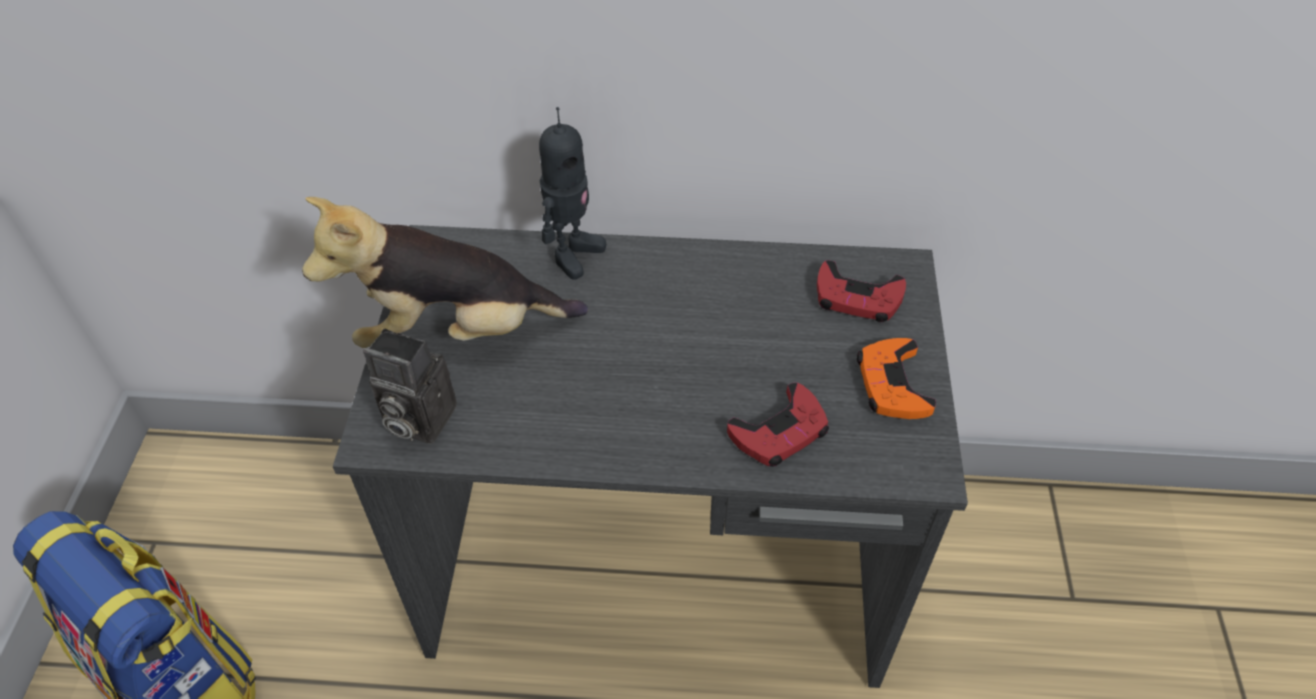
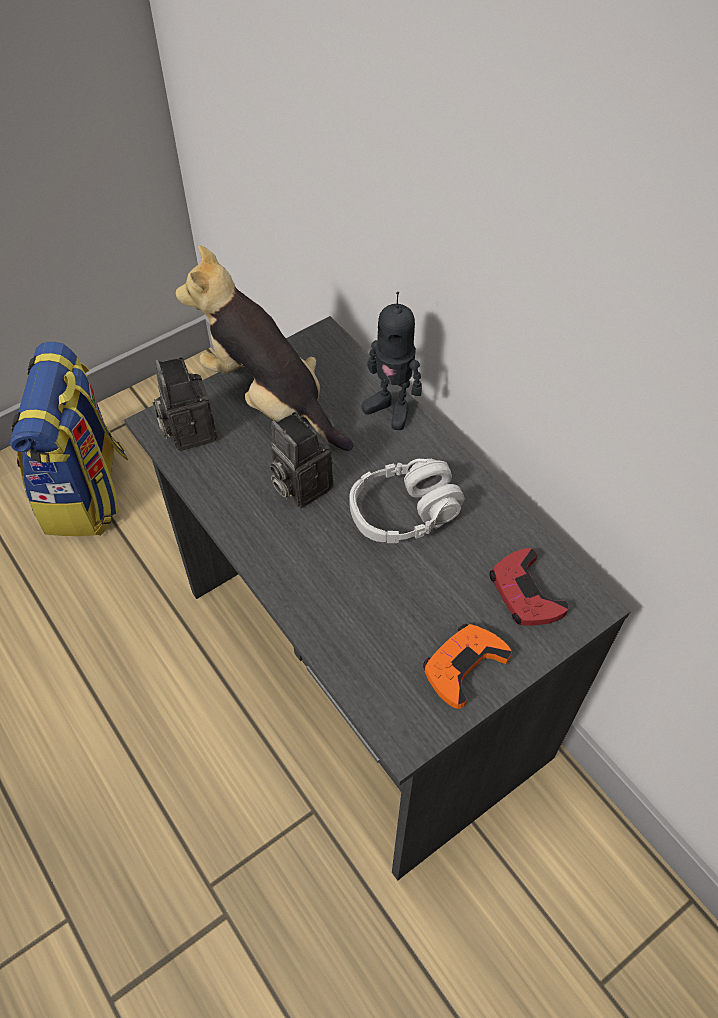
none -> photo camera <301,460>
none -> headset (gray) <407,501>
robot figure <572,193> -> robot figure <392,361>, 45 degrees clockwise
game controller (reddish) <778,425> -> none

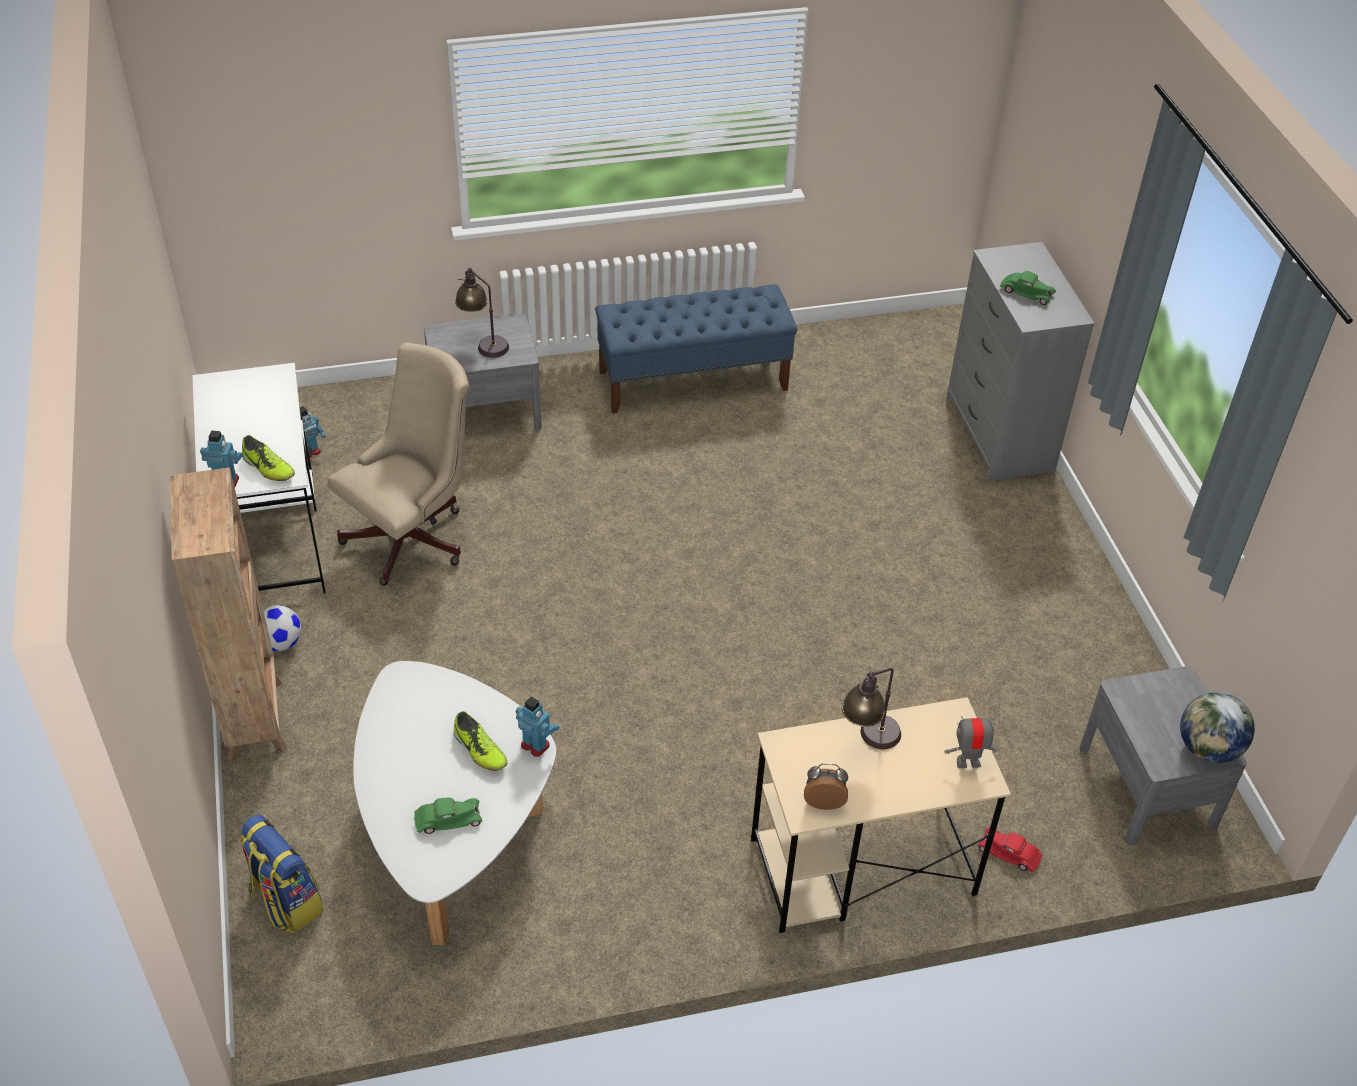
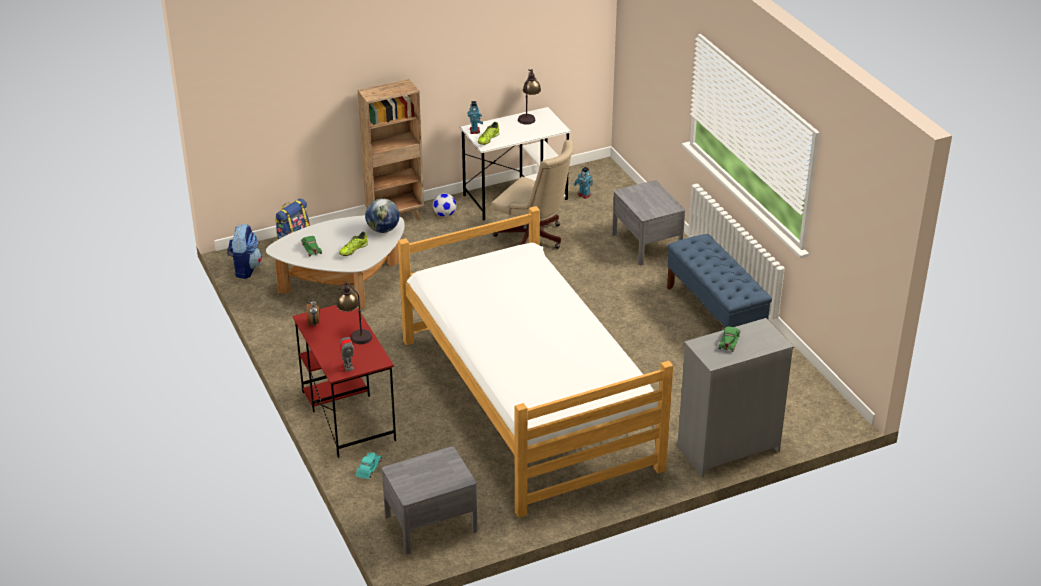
none -> rucksack <244,251>
desk (sand-coloured) <881,815> -> desk (reddish) <344,381>
miniature car (reddish) <1010,849> -> miniature car (blue-green) <369,466>
desk globe <1217,727> -> desk globe <382,215>, moved
none -> bed <535,362>
lamp for a table <482,313> -> lamp for a table <529,97>, moved
robot figure <537,726> -> none

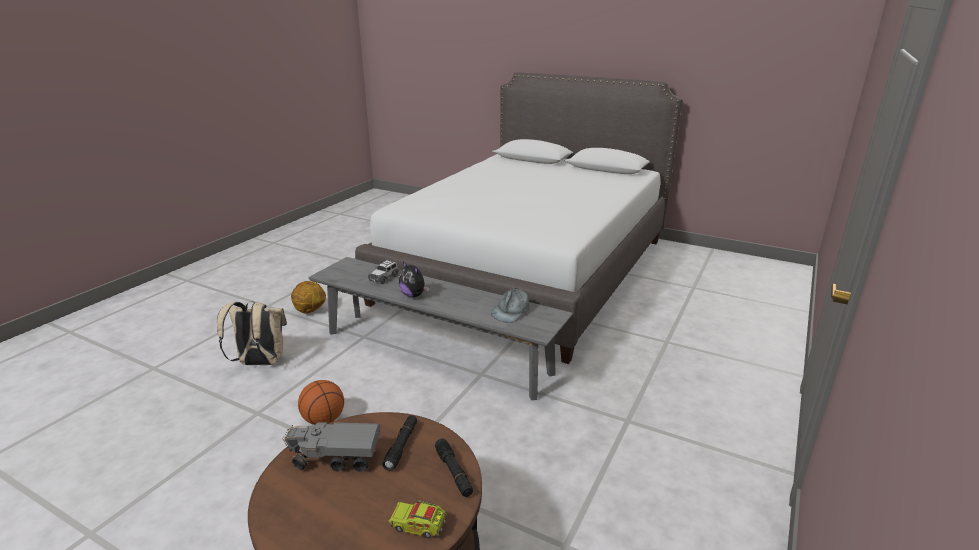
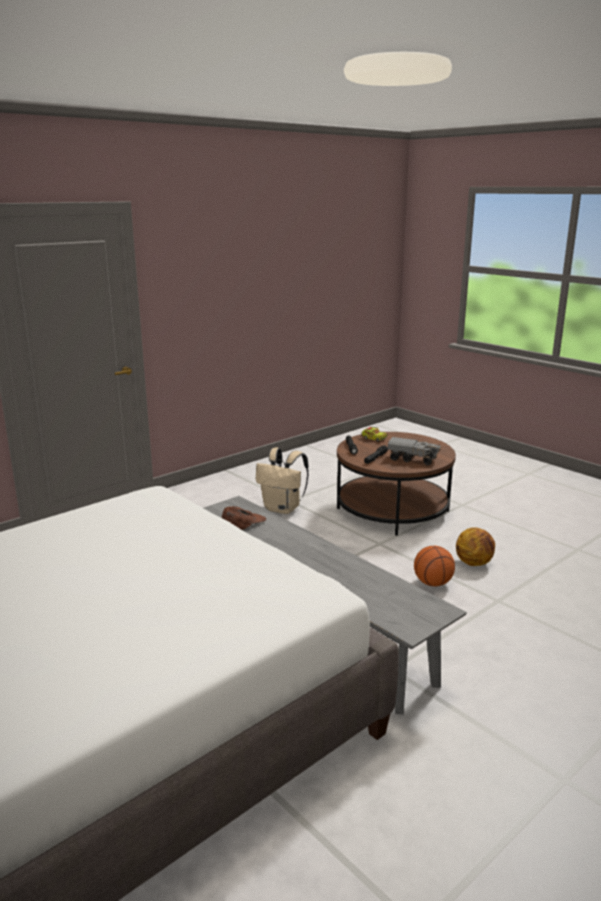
peaked cap (gray) <510,305> -> peaked cap (brownish) <244,518>
rucksack (sand-coloured) <252,333> -> rucksack (sand-coloured) <282,480>, moved
ball for basketball <308,297> -> ball for basketball <475,547>, moved
miniature car <383,271> -> none
soft toy <414,279> -> none

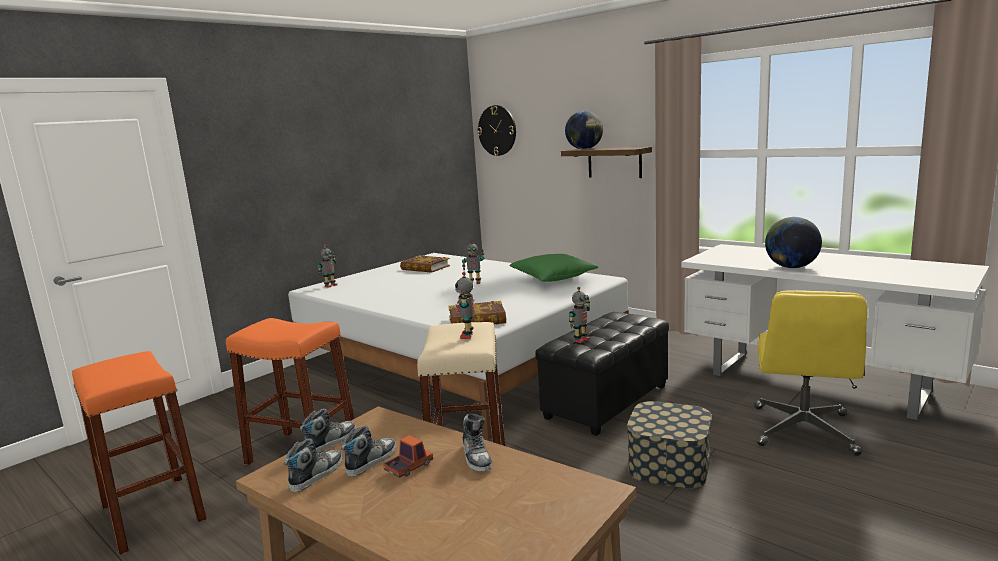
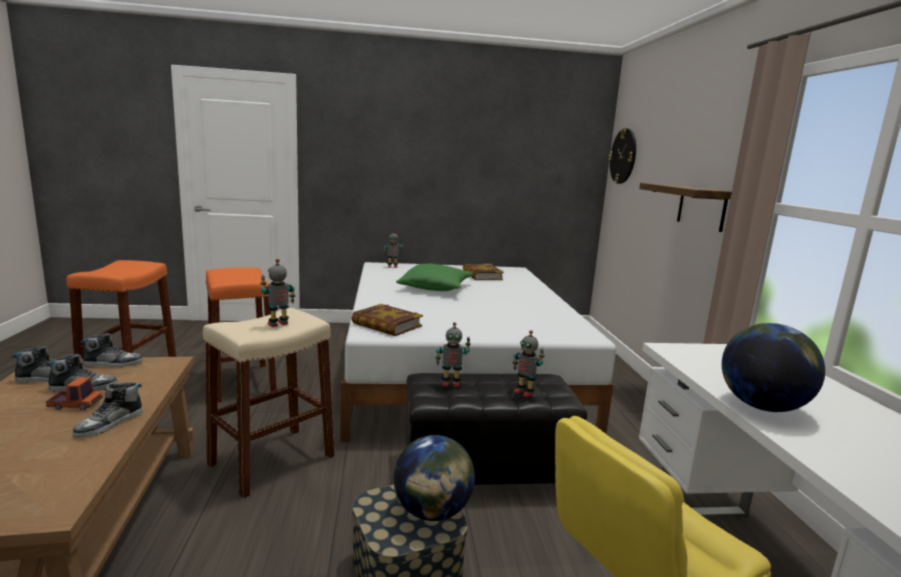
desk globe <584,130> -> desk globe <434,478>, moved
pillow (green) <553,268> -> pillow (green) <434,277>, moved
robot figure <473,262> -> robot figure <529,364>, moved

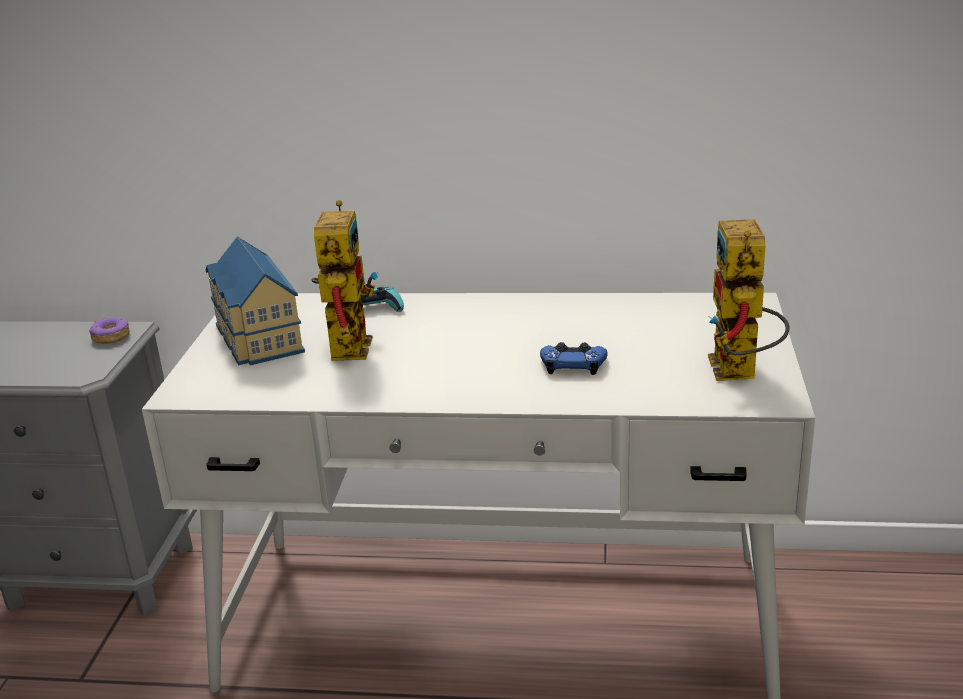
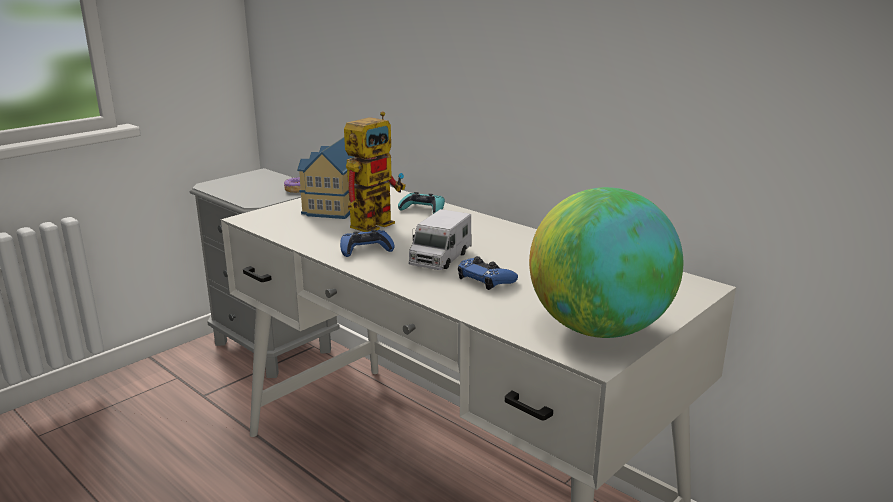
none -> game controller (bluish) <367,243>
none -> model truck <440,239>
robot figure <748,300> -> desk globe <606,262>

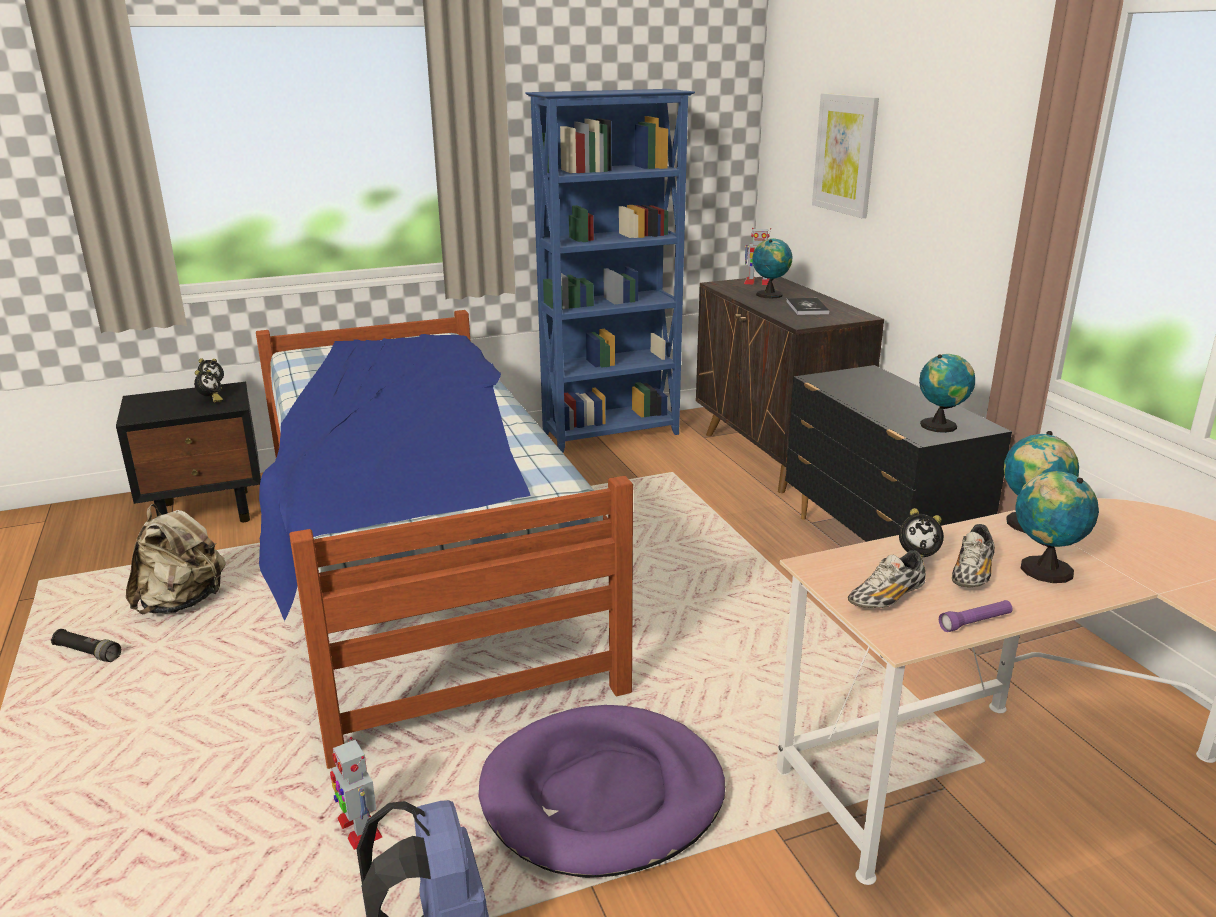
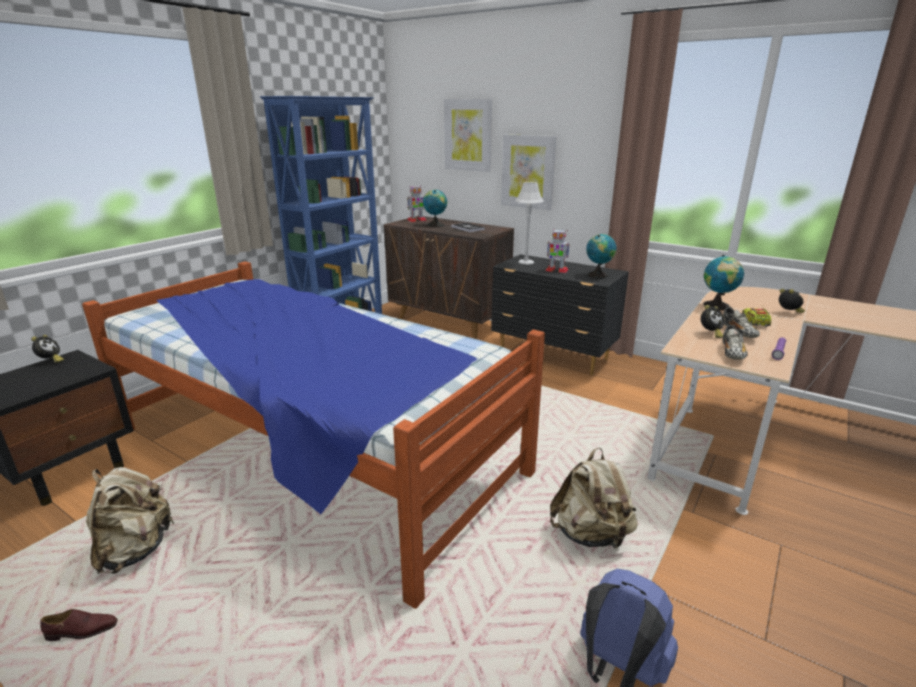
flashlight (blackish) <86,645> -> item of footwear (brownish) <78,625>
none -> picture <529,172>
none -> lamp for a table (gray) <529,223>
robot figure <356,793> -> robot figure <557,251>, moved
pet bed (purple) <602,791> -> rucksack (sand-coloured) <594,499>
desk globe <1057,527> -> model truck <756,317>
table clock <208,386> -> table clock <792,301>, moved

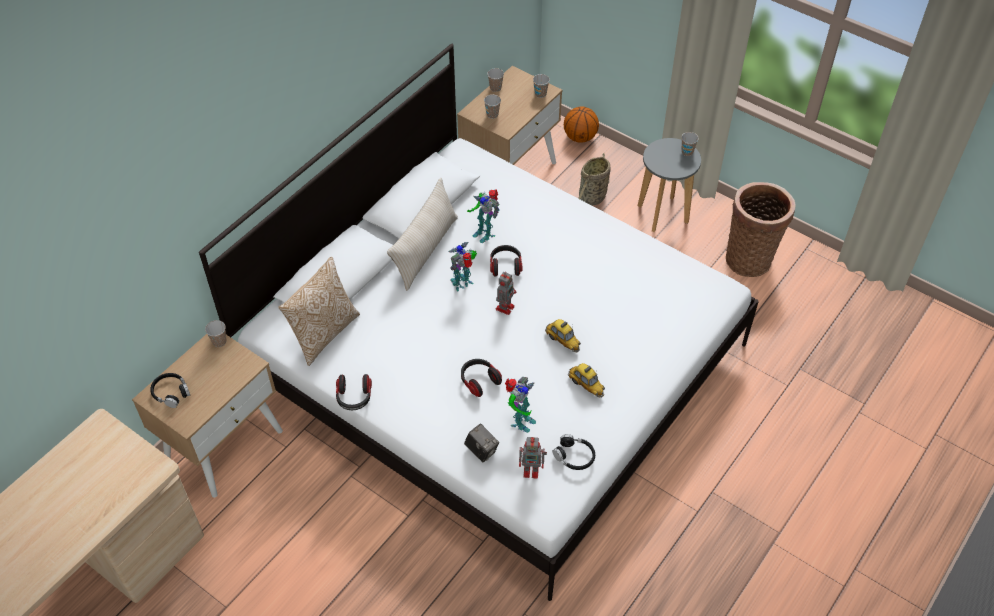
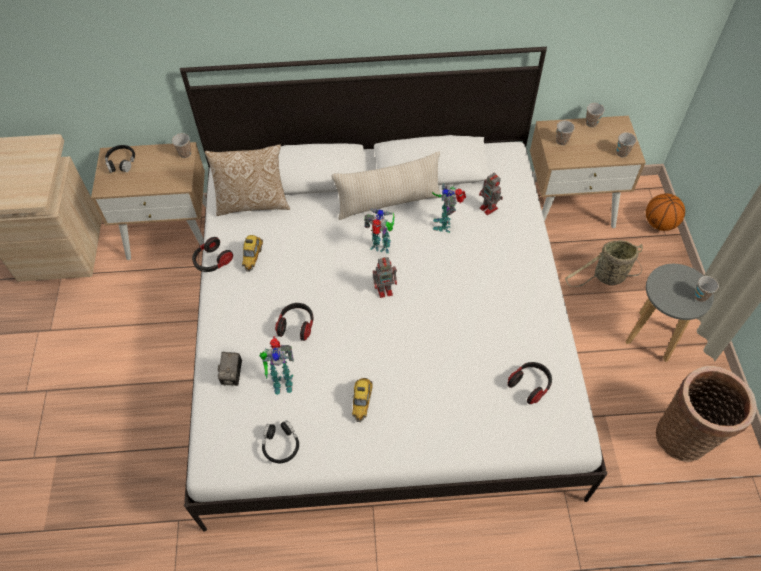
miniature car <563,335> -> miniature car <252,253>, moved
robot figure <533,458> -> robot figure <491,193>, moved
headset <506,260> -> headset <530,383>, moved

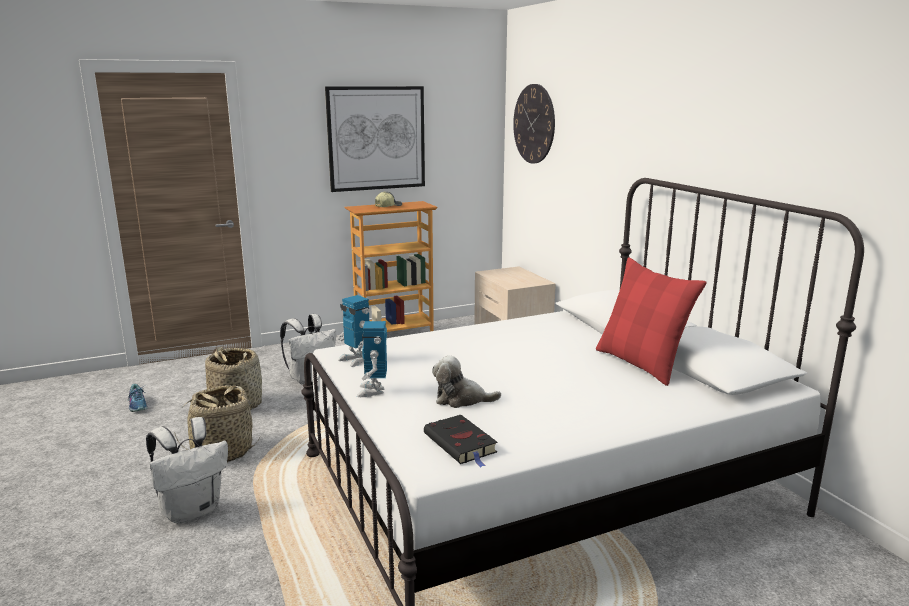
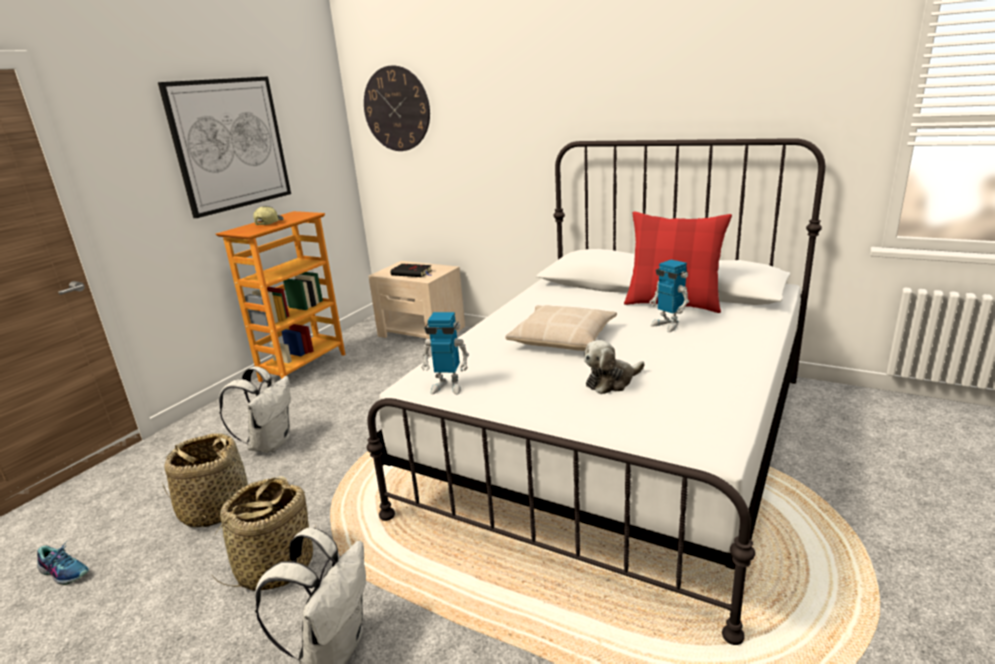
book (blackish) <460,441> -> book (blackish) <411,270>, moved
none -> pillow (sand-coloured) <561,328>
robot figure <372,359> -> robot figure <669,295>, moved

